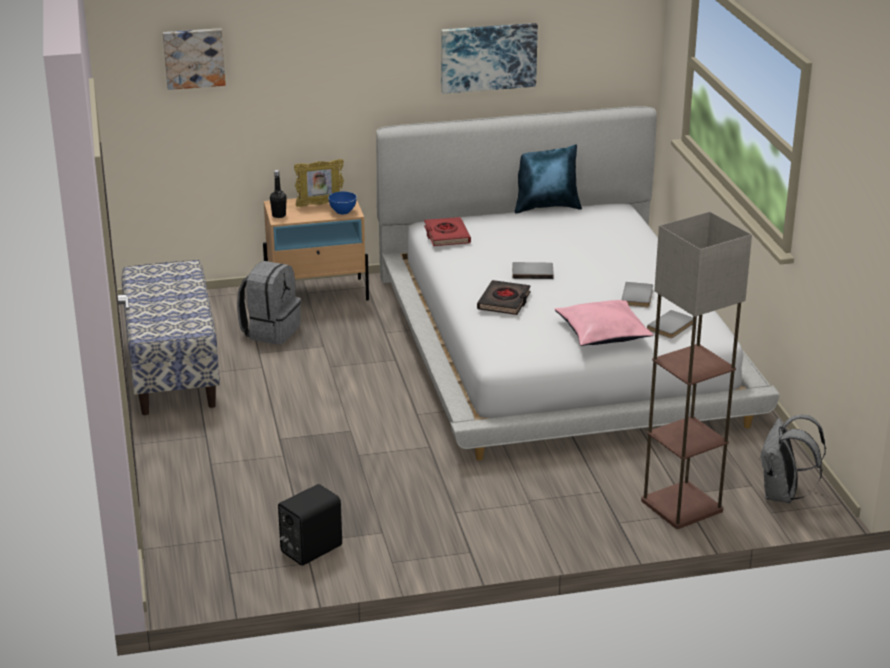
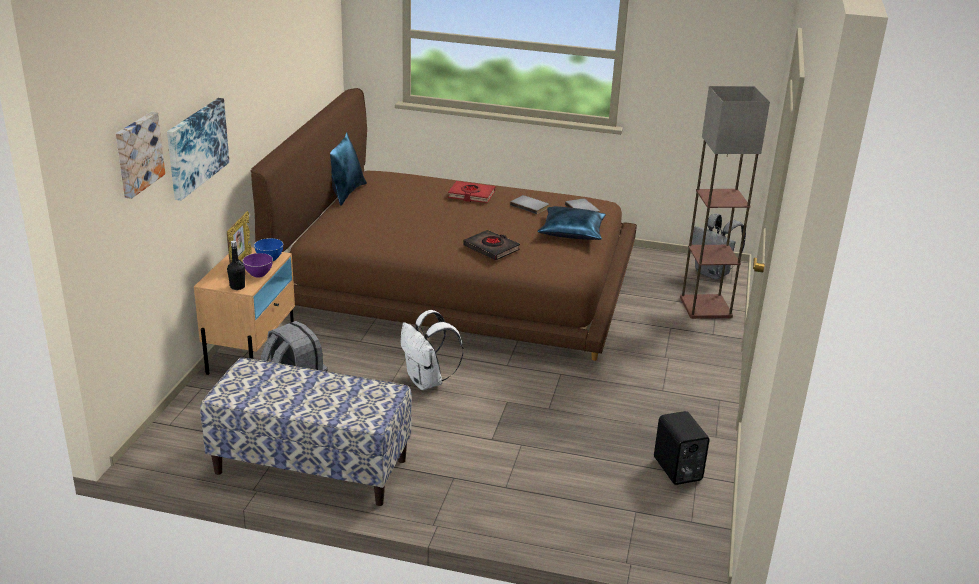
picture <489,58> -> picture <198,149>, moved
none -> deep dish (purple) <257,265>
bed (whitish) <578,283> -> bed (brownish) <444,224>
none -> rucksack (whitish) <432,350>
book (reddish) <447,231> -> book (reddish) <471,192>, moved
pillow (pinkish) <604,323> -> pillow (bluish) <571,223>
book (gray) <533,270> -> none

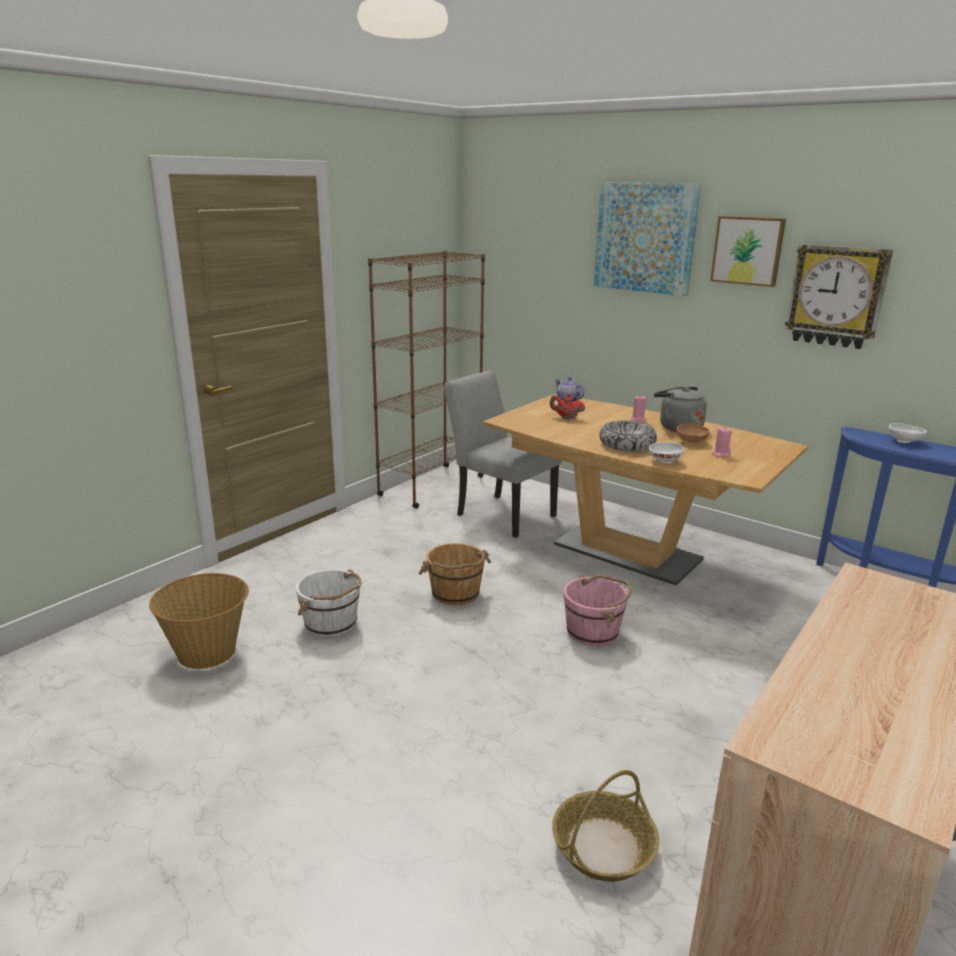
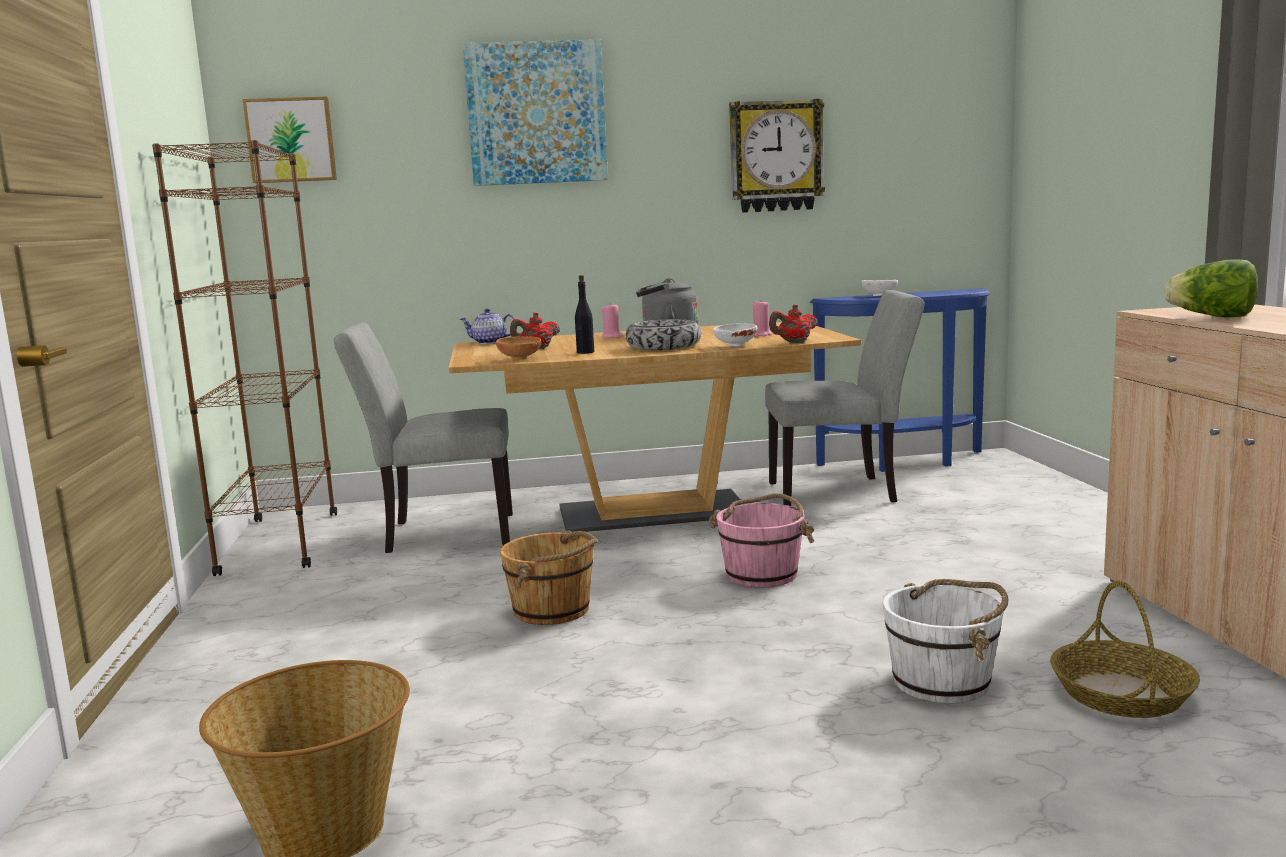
picture <748,251> -> picture <290,140>, moved
deep dish (brownish) <693,434> -> deep dish (brownish) <518,347>, moved
none -> drink bottle (blackish) <584,314>
none -> upright chair (gray) <845,398>
none -> pot for tea (reddish) <793,323>
pail (whitish) <329,603> -> pail (whitish) <945,641>, moved
none -> lettuce <1211,288>

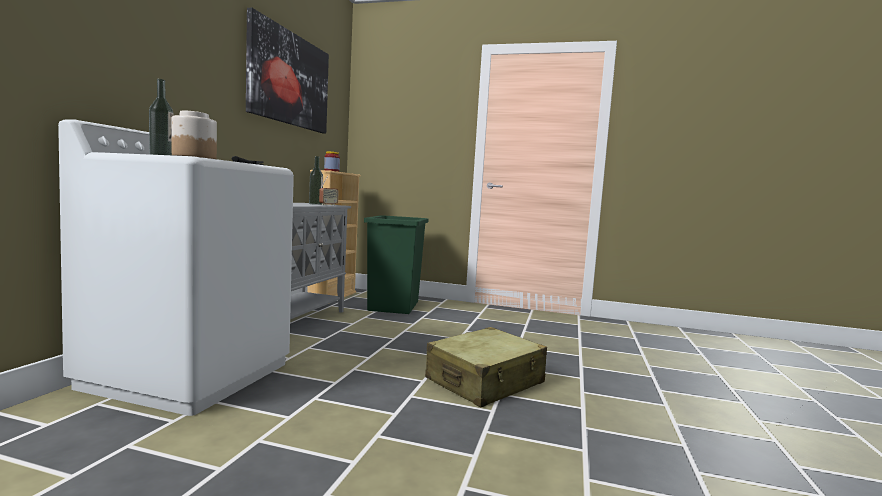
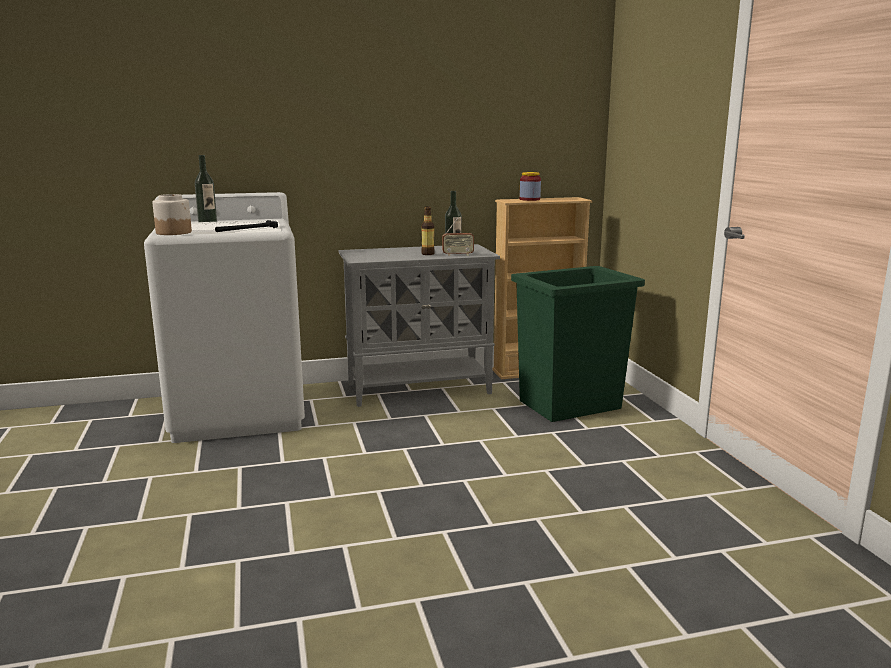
none -> drink bottle <428,230>
picture <287,70> -> none
suitcase (sand-coloured) <486,367> -> none

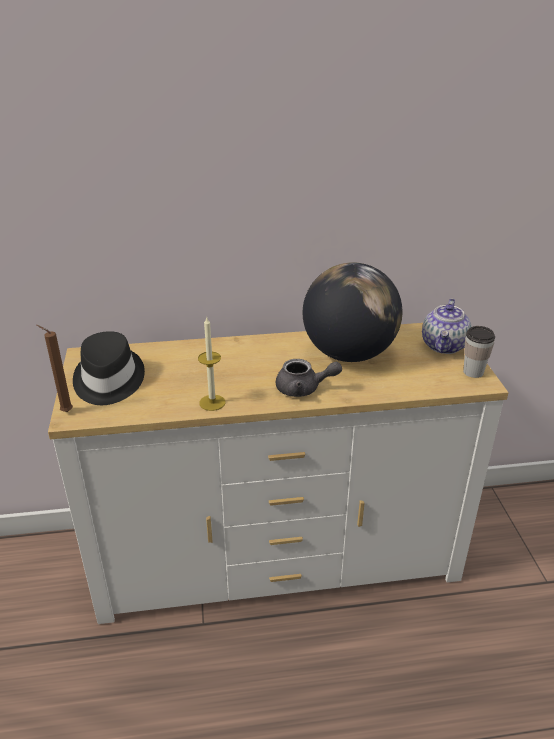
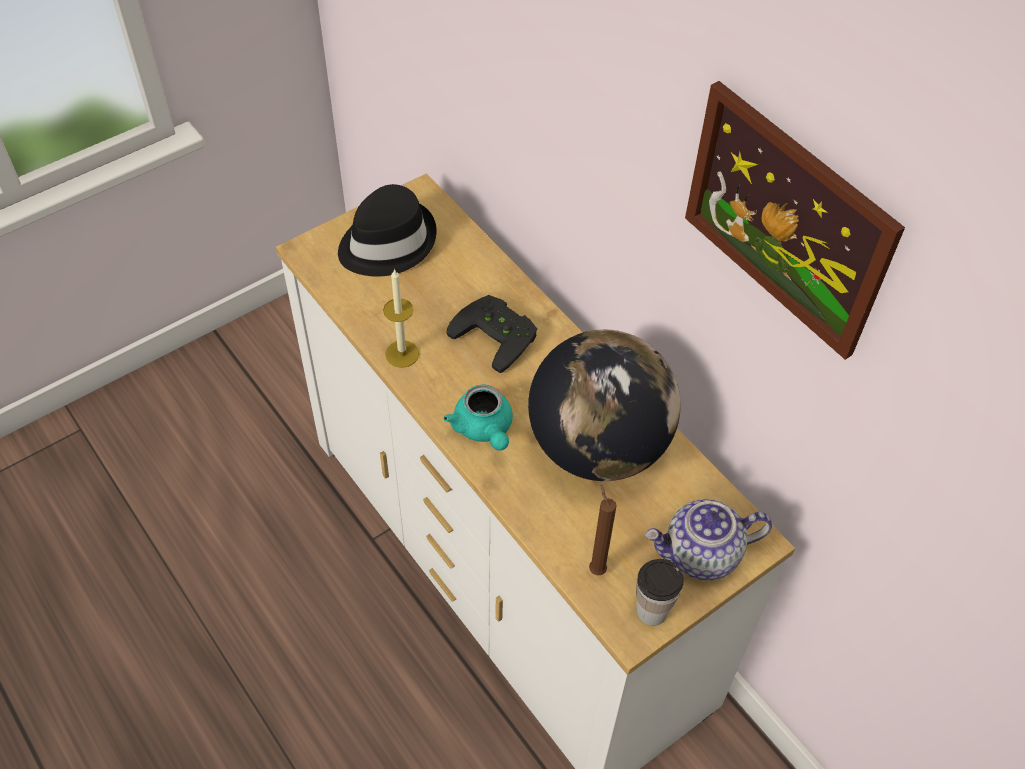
pot for tea (gray) <309,378> -> pot for tea (blue-green) <478,418>
none -> game controller (blackish) <491,334>
wax light (brownish) <55,368> -> wax light (brownish) <602,529>, moved
none -> picture <795,220>

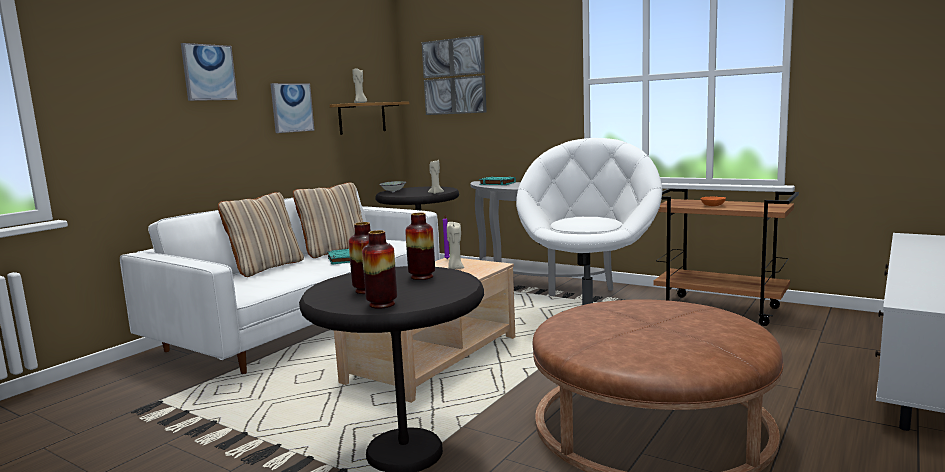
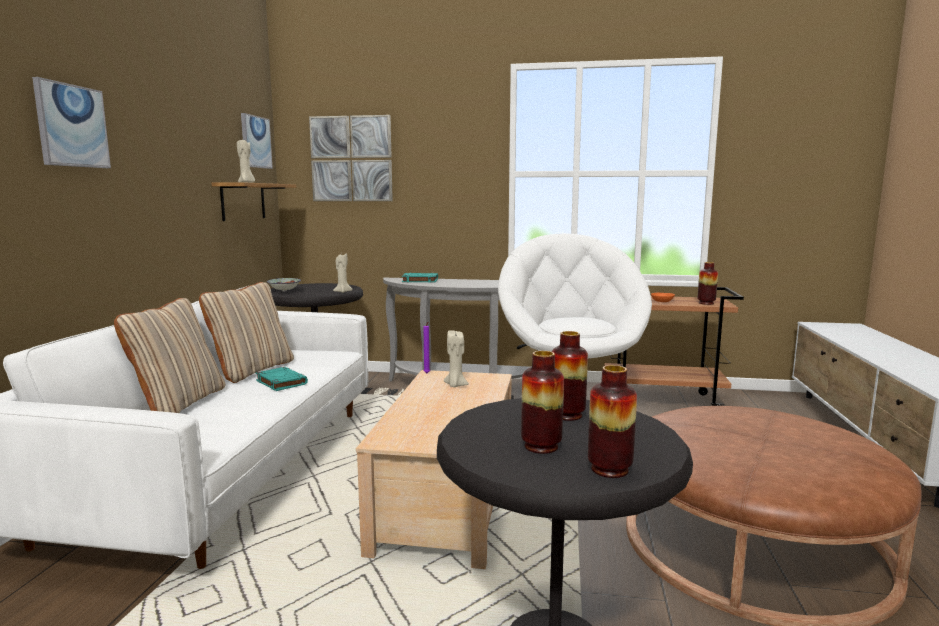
picture <292,108> -> picture <257,141>, moved
none -> decorative vase <708,283>

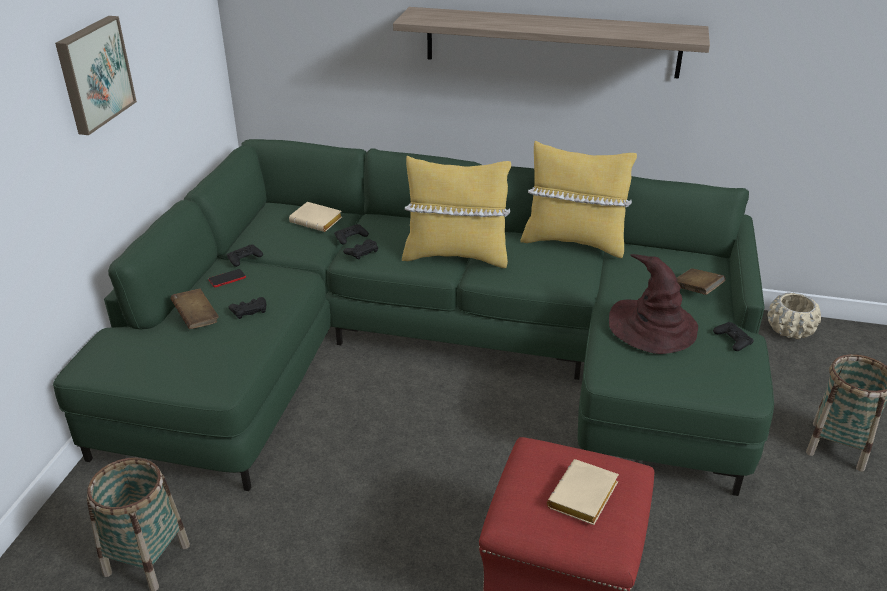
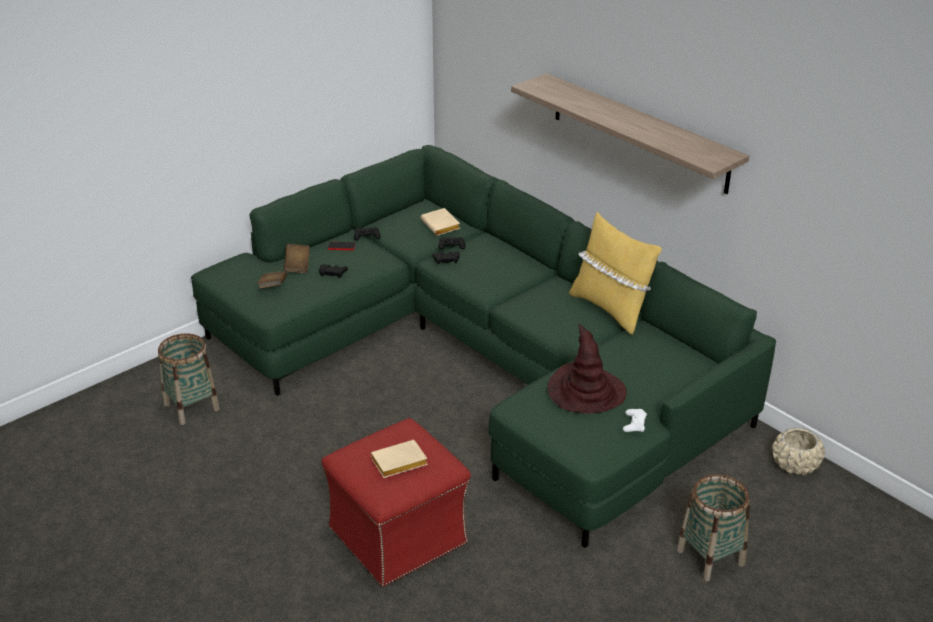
book (brownish) <701,281> -> book (brownish) <272,280>, moved
game controller (blackish) <733,336> -> game controller (whitish) <635,420>
picture <96,75> -> none
pillow (yellowish) <456,212> -> none

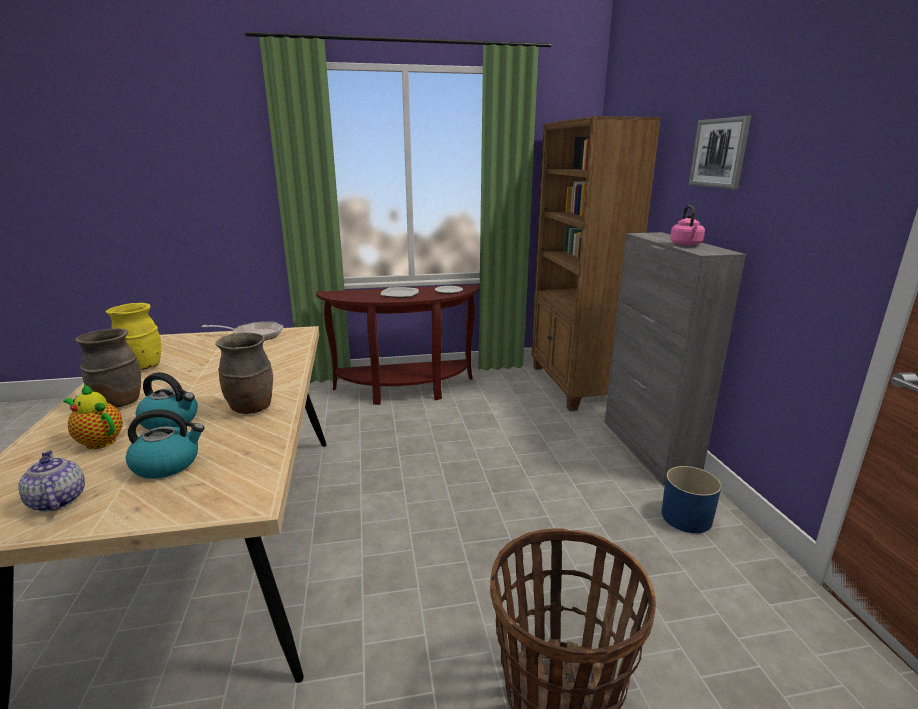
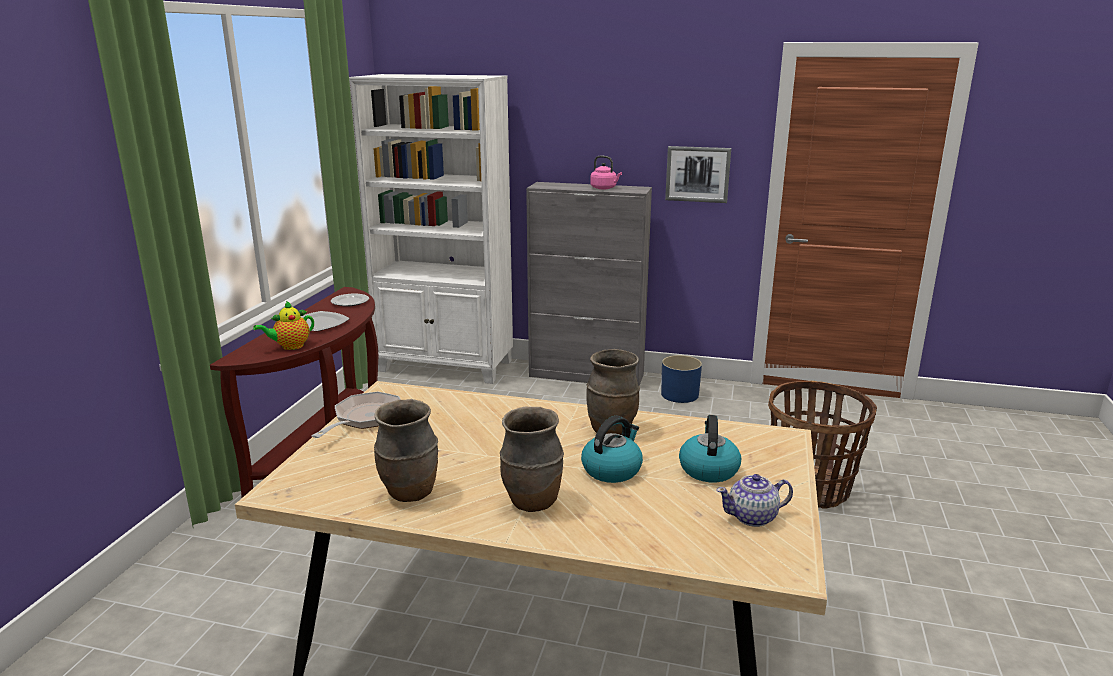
pot for tea <93,416> -> pot for tea <283,325>, moved
shelving unit (brownish) <596,263> -> shelving unit (whitish) <431,229>
decorative vase (yellowish) <134,336> -> decorative vase (brownish) <406,450>
picture <719,152> -> picture <698,174>, moved

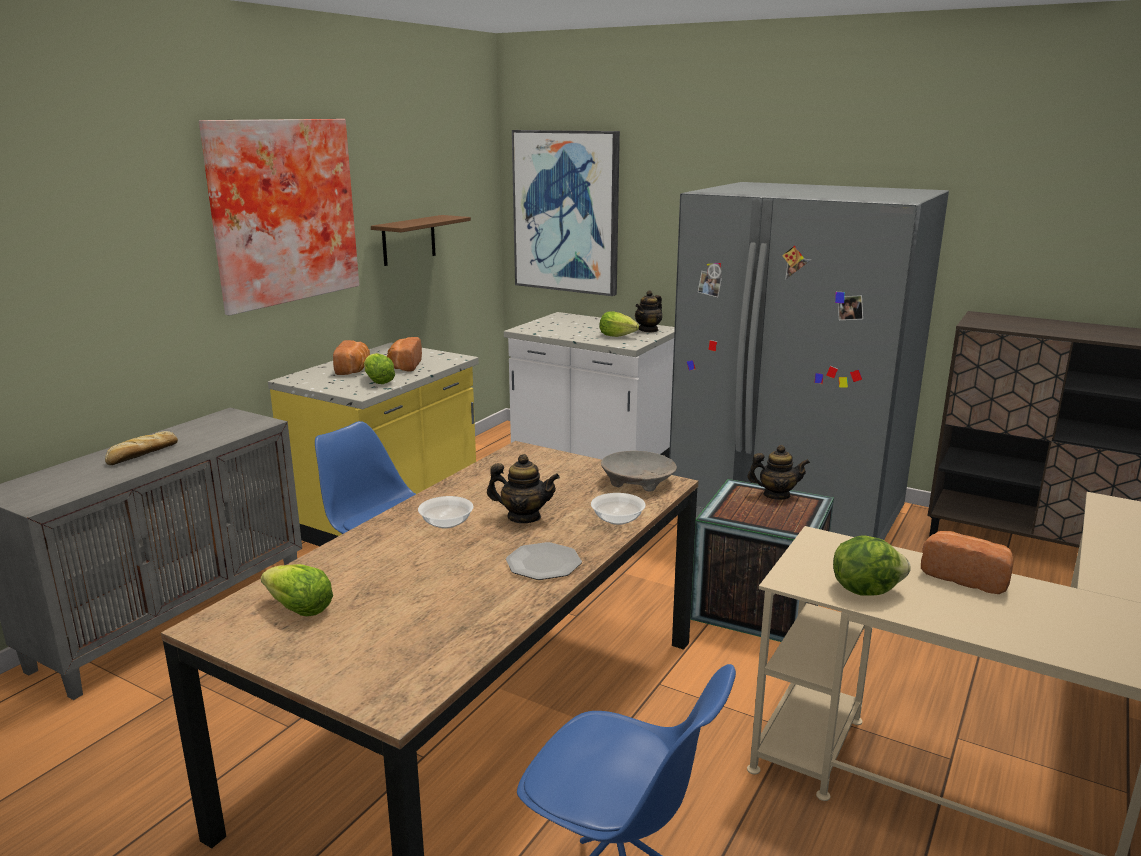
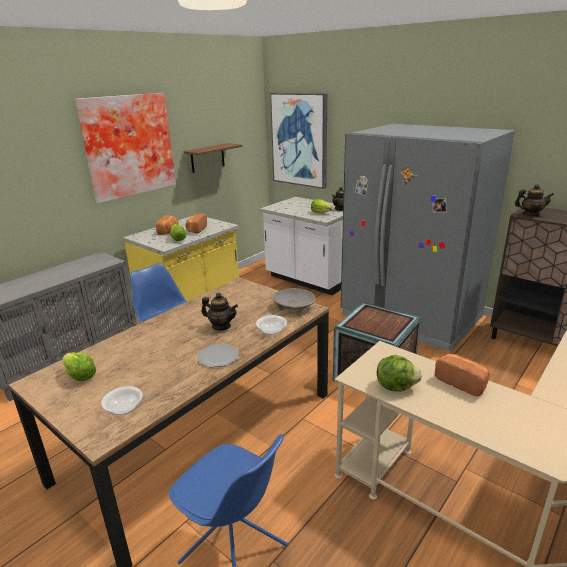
deep dish <446,512> -> deep dish <122,400>, moved
pot for tea <779,472> -> pot for tea <534,200>, moved
bakery bread <141,448> -> none

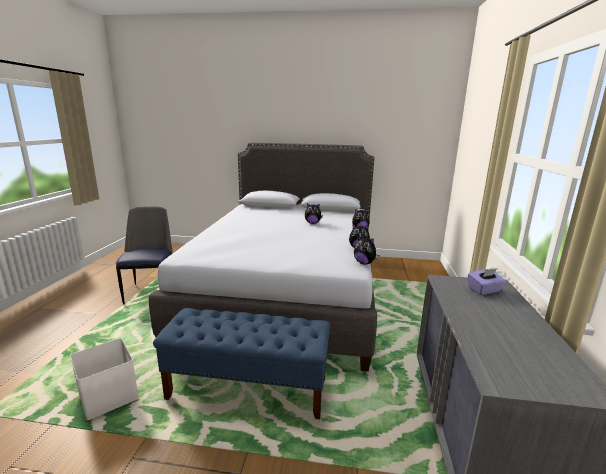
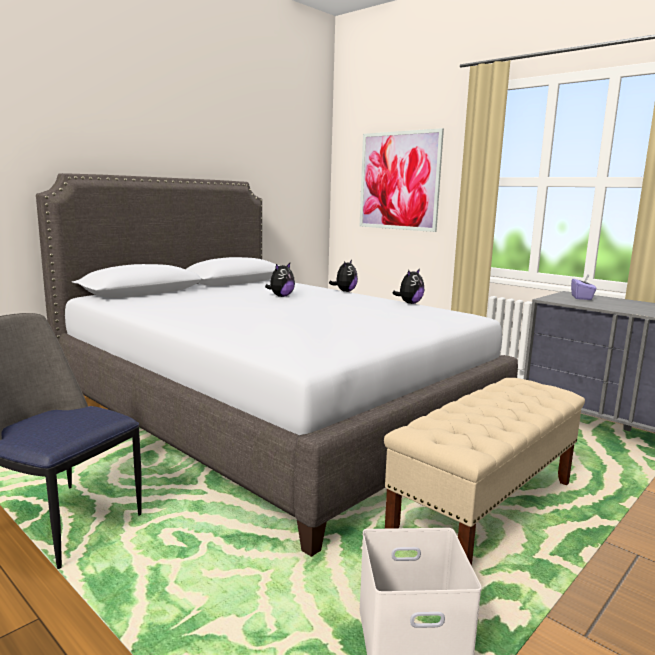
none -> picture <402,180>
long seat (bluish) <241,363> -> long seat (sand-coloured) <484,472>
soft toy <367,250> -> none

